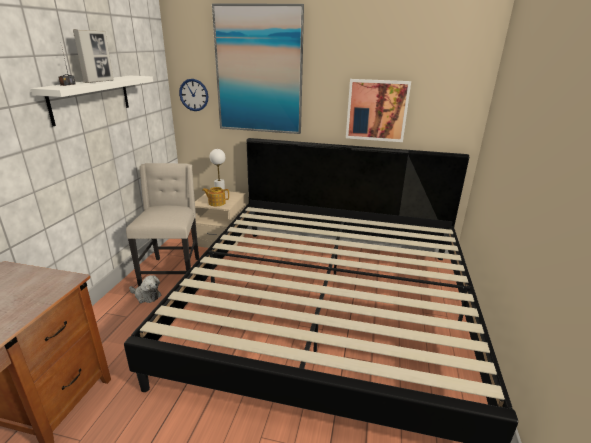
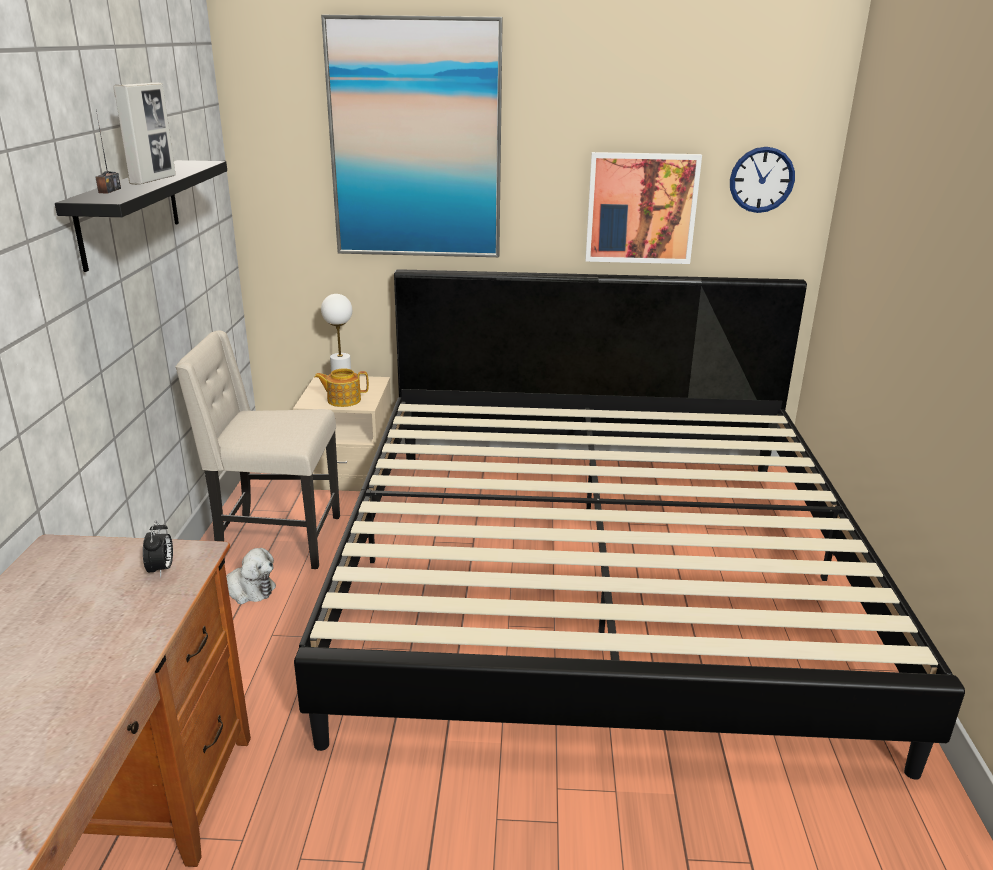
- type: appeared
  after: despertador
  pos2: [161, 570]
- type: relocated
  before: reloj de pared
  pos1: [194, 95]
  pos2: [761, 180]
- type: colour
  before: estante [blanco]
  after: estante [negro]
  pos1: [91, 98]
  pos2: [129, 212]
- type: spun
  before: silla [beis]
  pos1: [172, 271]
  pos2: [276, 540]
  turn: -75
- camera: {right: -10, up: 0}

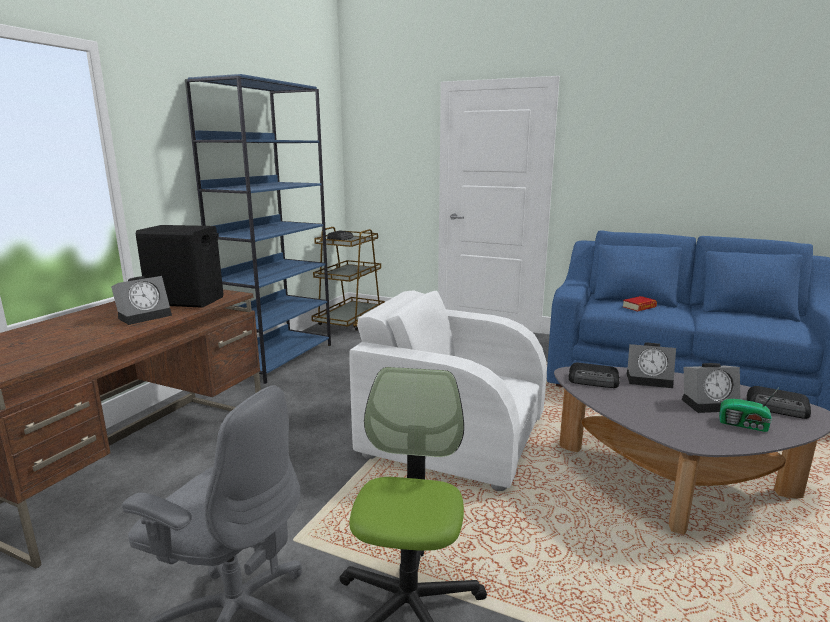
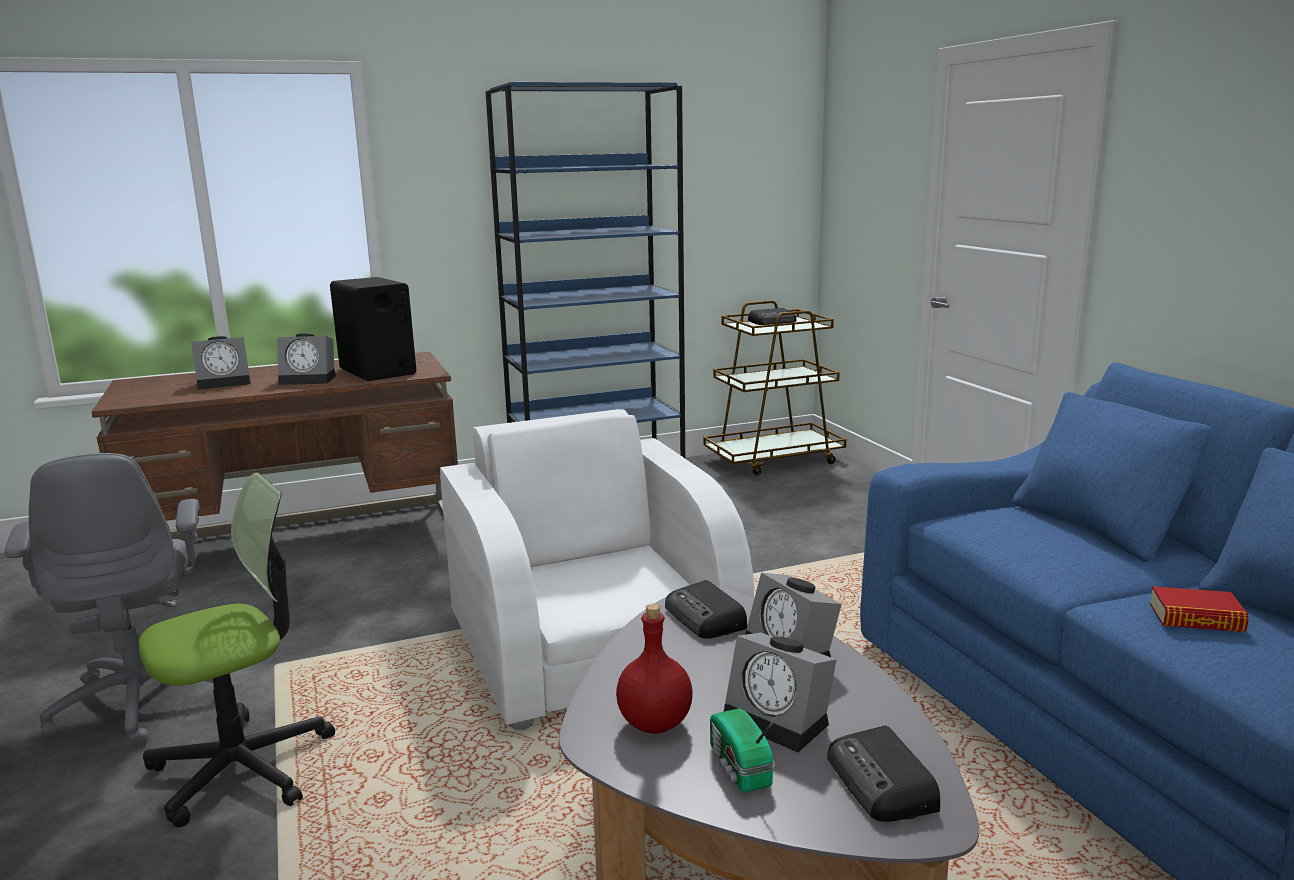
- type: appeared
  after: despertador
  pos2: [226, 382]
- type: appeared
  after: botella [rojo]
  pos2: [656, 723]
- type: relocated
  before: libro
  pos1: [639, 307]
  pos2: [1196, 618]
- camera: {right: 45, up: 0}

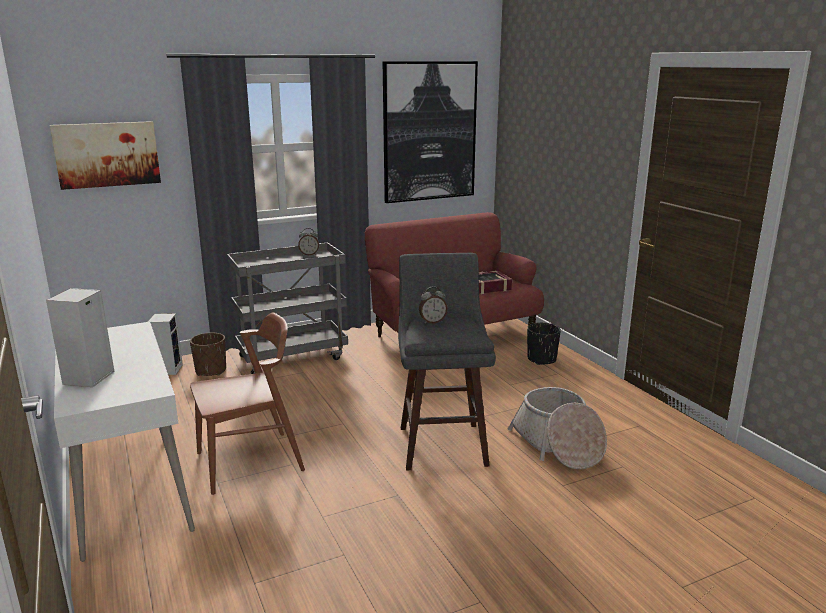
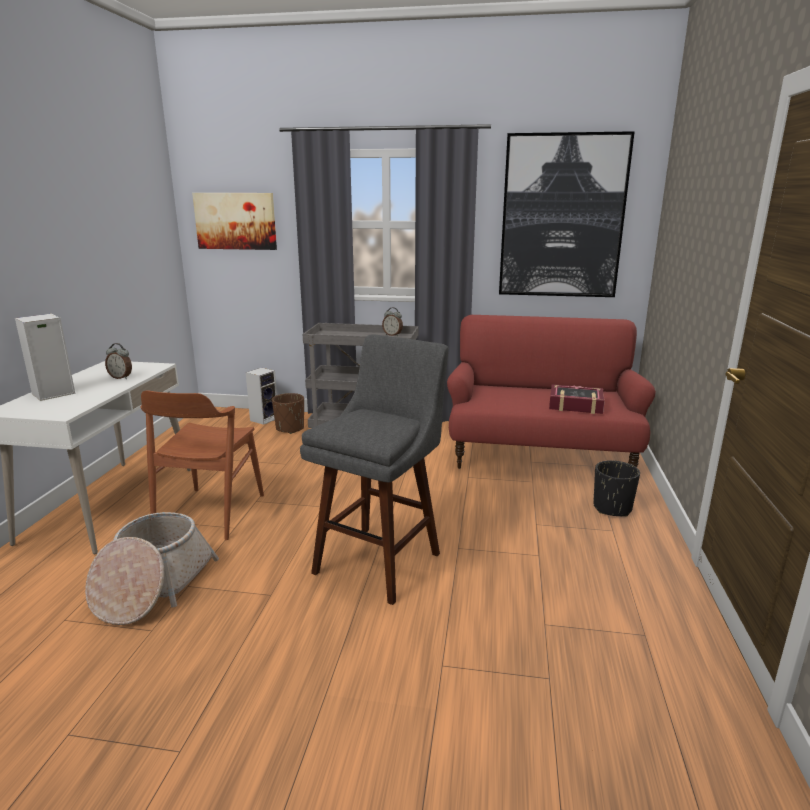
- type: relocated
  before: despertador
  pos1: [432, 322]
  pos2: [121, 377]
- type: relocated
  before: cesta
  pos1: [558, 444]
  pos2: [152, 586]
- type: spun
  before: silla [marrón]
  pos1: [250, 461]
  pos2: [210, 513]
  turn: 90
- camera: {right: 35, up: 0}

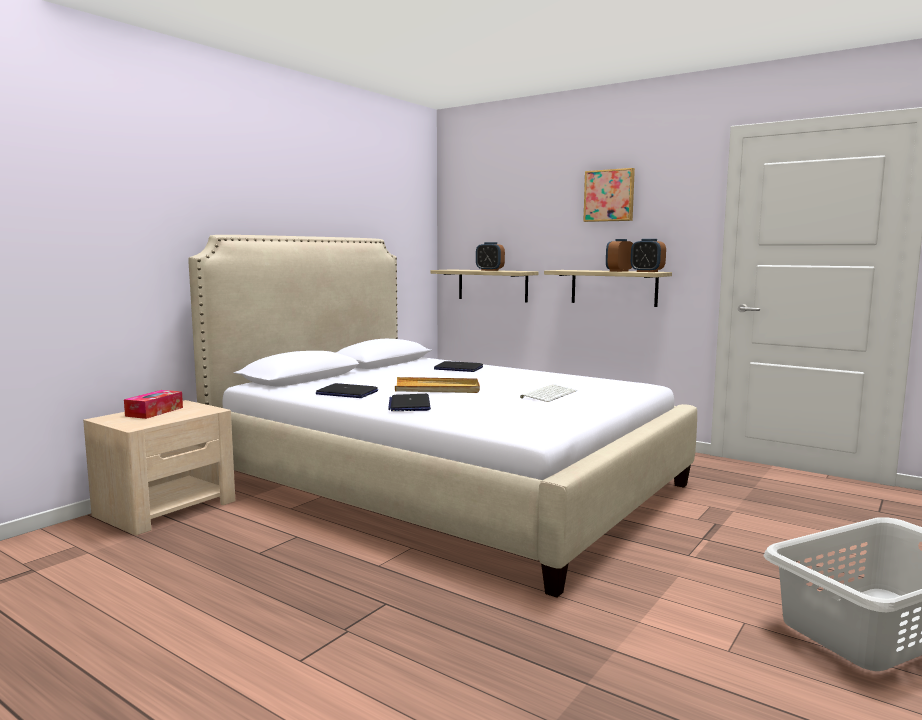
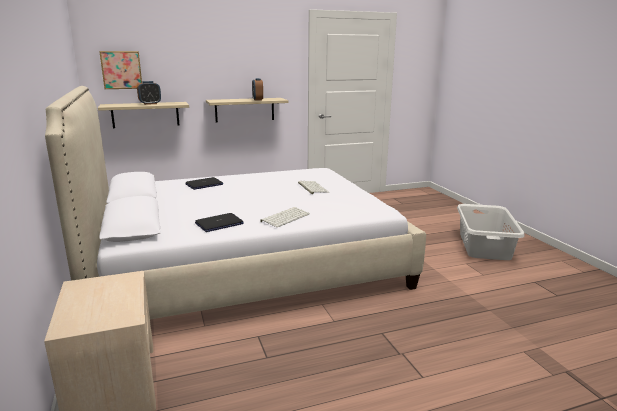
- type: missing
  before: caja de pañuelos
  pos1: [154, 412]
- type: missing
  before: bandeja [beis]
  pos1: [437, 389]
- type: missing
  before: despertador
  pos1: [647, 271]
- type: relocated
  before: cuadro
  pos1: [609, 195]
  pos2: [121, 70]
- type: exchanged
  before: portátil
  after: teclado
  pos1: [409, 404]
  pos2: [285, 217]
- camera: {right: -55, up: 10}

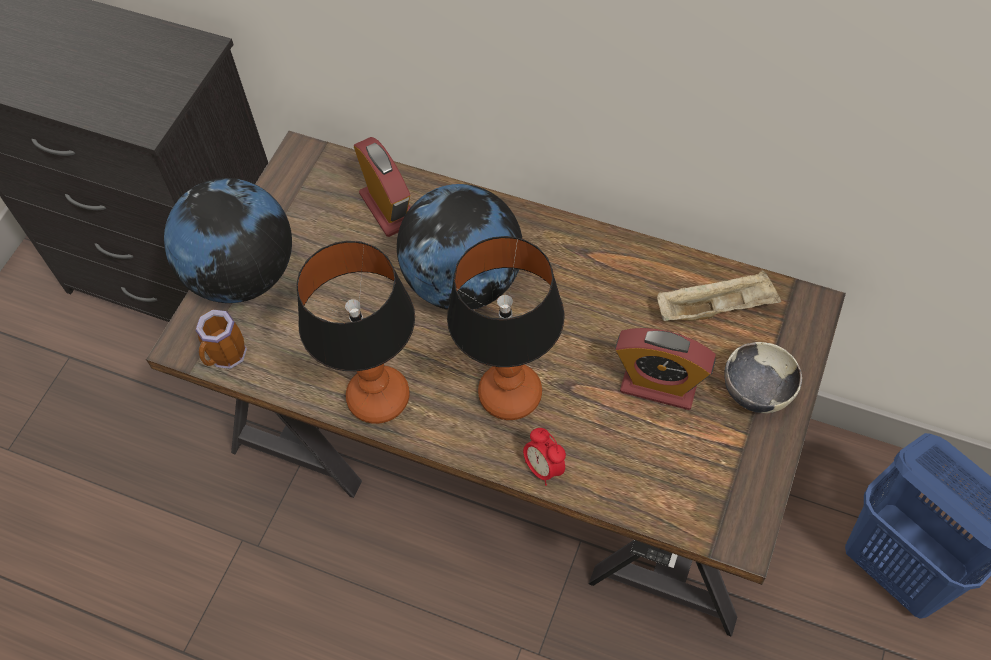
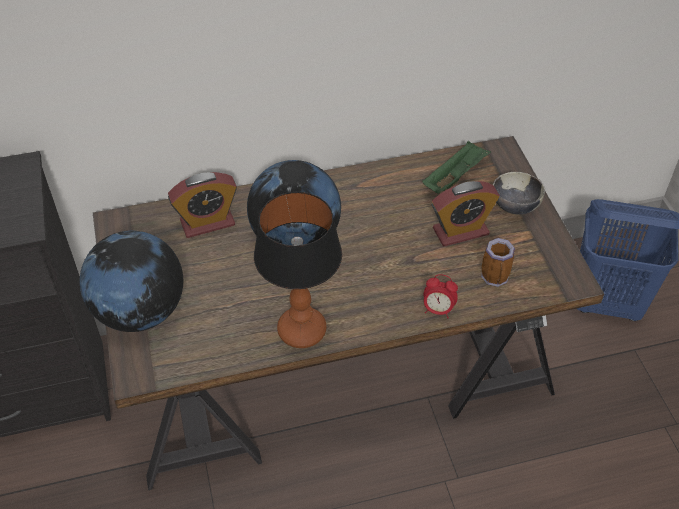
- type: missing
  before: lámpara de mesa
  pos1: [511, 394]
- type: relocated
  before: taza grande
  pos1: [227, 357]
  pos2: [496, 279]
- type: colour
  before: bandeja [beis]
  after: bandeja [verde]
  pos1: [716, 308]
  pos2: [454, 177]
- type: spun
  before: despertador
  pos1: [389, 208]
  pos2: [207, 223]
  turn: 135
- camera: {right: -40, up: -10}

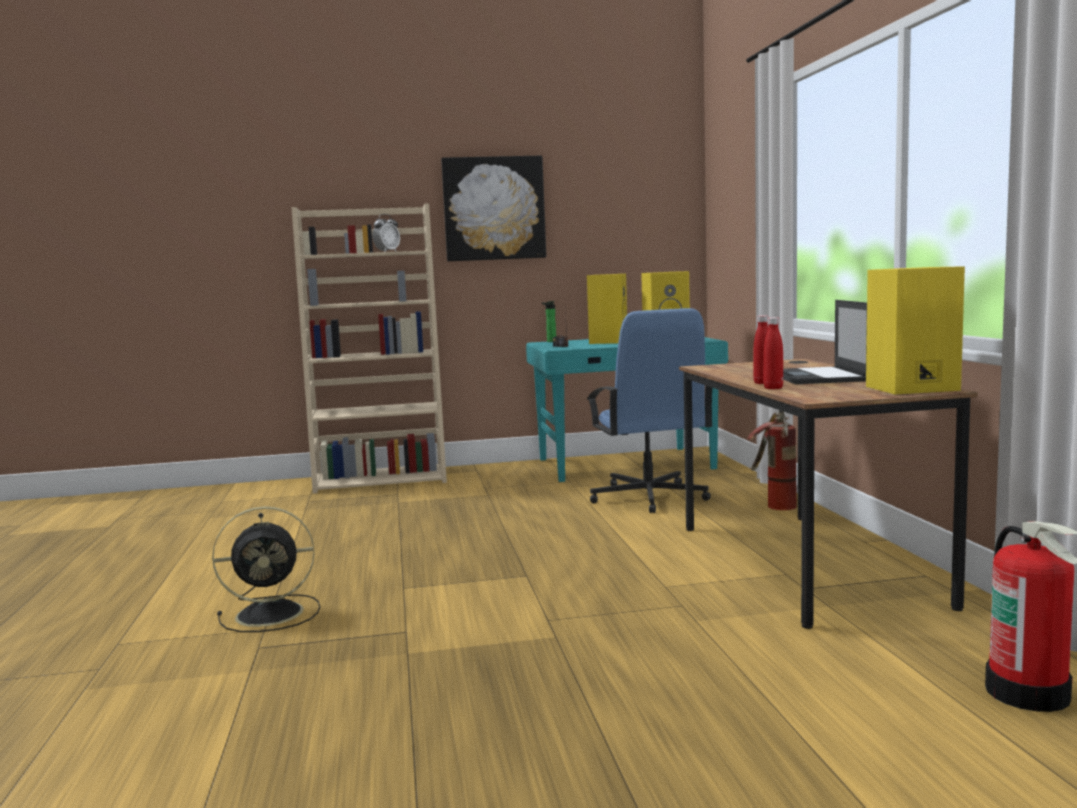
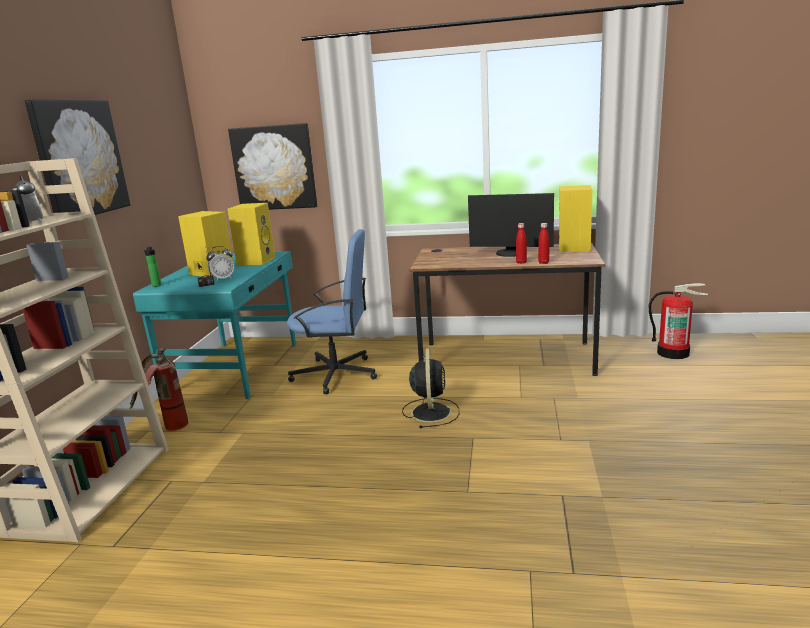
- type: appeared
  after: despertador
  pos2: [223, 279]
- type: appeared
  after: cuadro
  pos2: [274, 167]
- type: relocated
  before: ventilador [negro]
  pos1: [273, 613]
  pos2: [431, 411]
- type: relocated
  before: extintor
  pos1: [773, 504]
  pos2: [167, 426]
- type: exchanged
  before: portátil
  after: monitor
  pos1: [818, 377]
  pos2: [511, 253]
- camera: {right: -70, up: 10}

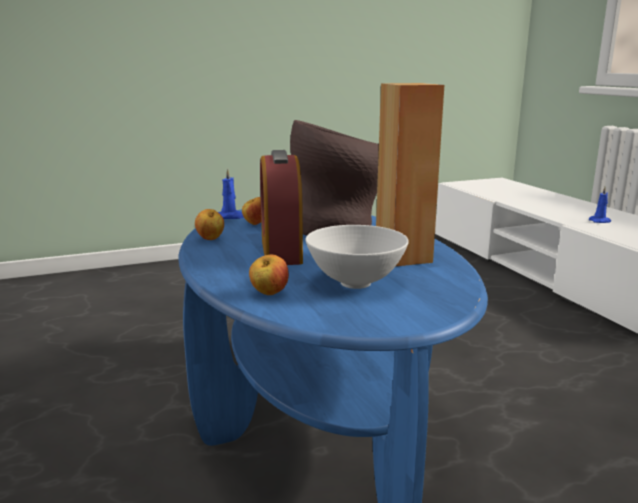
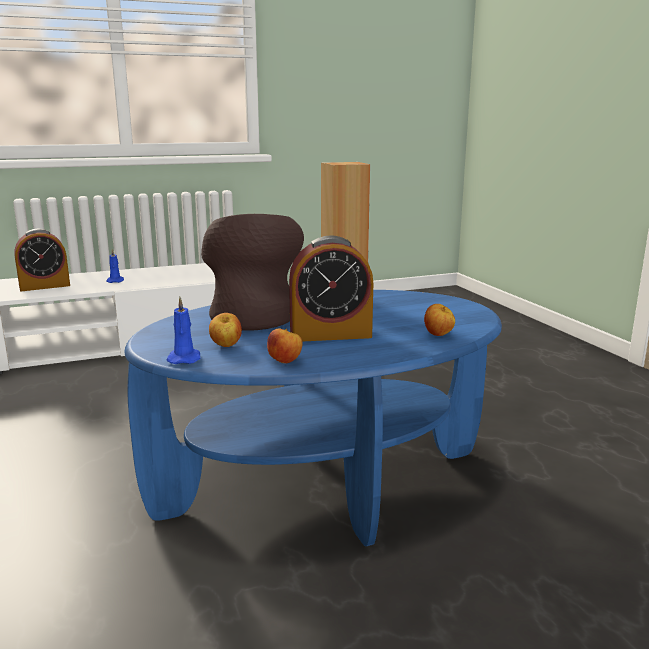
- type: missing
  before: cuenco [blanco]
  pos1: [355, 283]
- type: appeared
  after: despertador
  pos2: [44, 286]
- camera: {right: -90, up: 0}

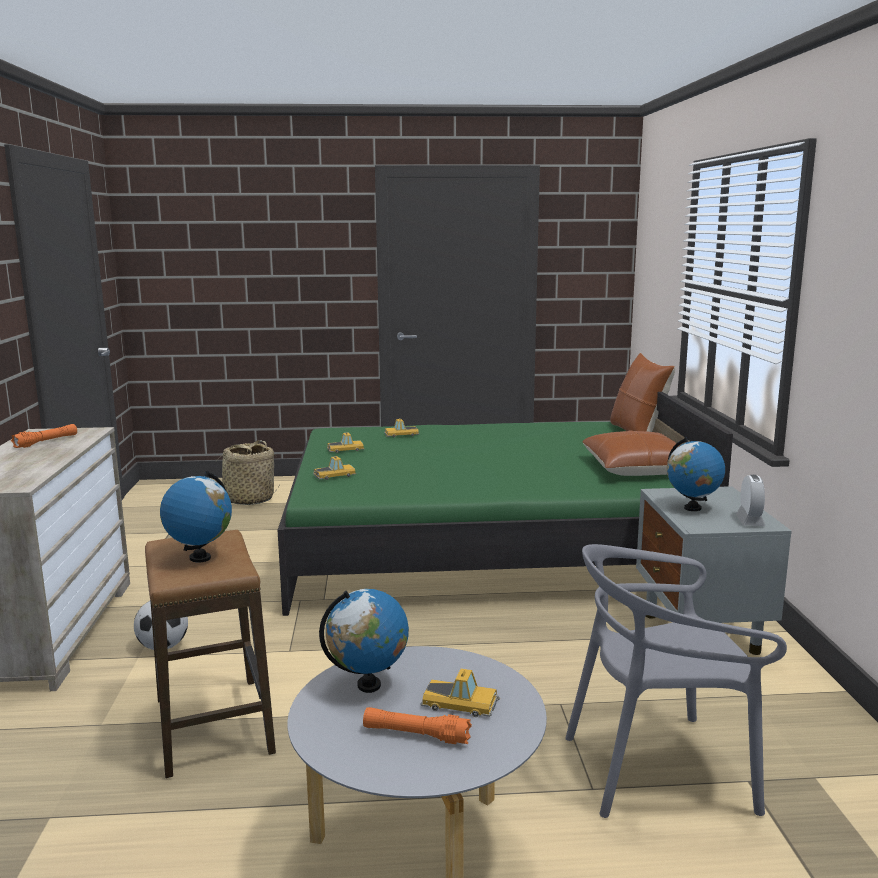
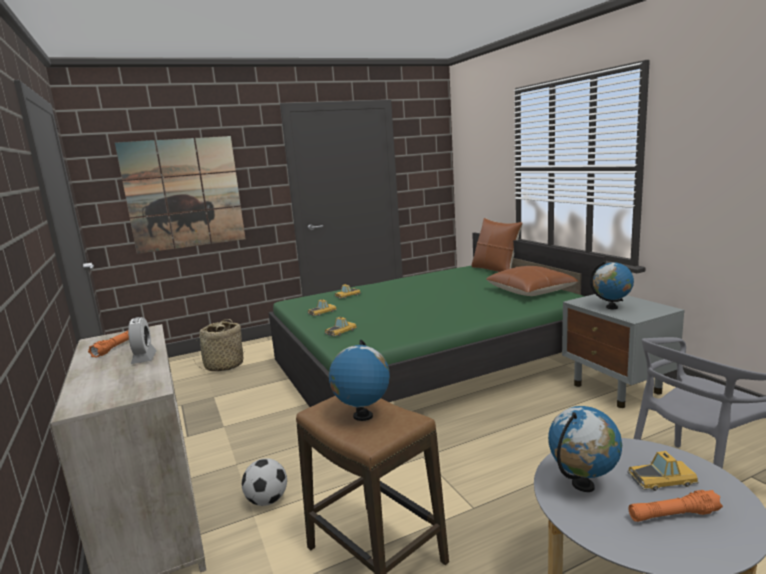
- type: appeared
  after: cuadro
  pos2: [184, 193]
- type: relocated
  before: despertador
  pos1: [750, 521]
  pos2: [144, 358]
- camera: {right: -20, up: 0}

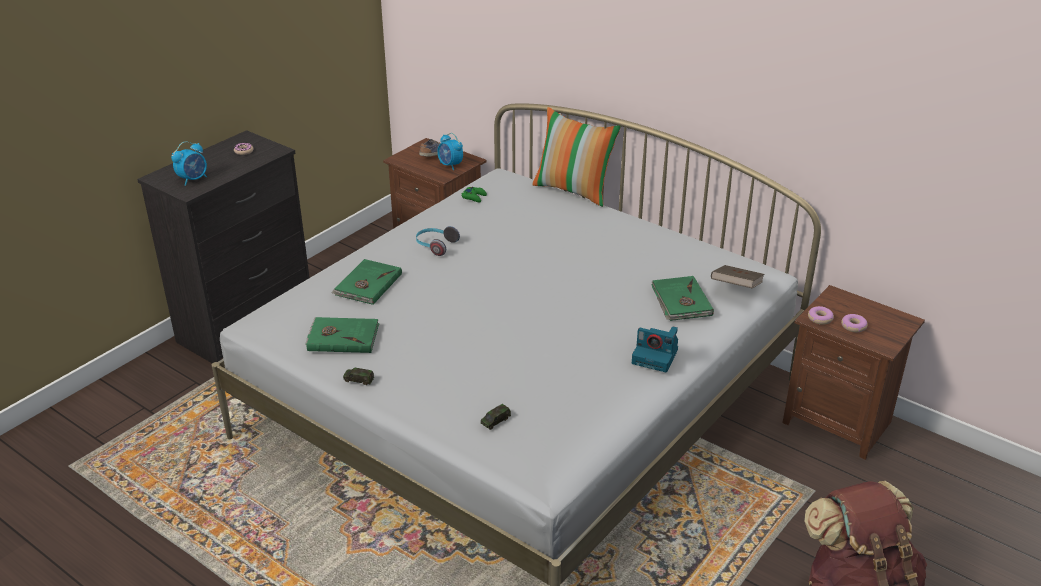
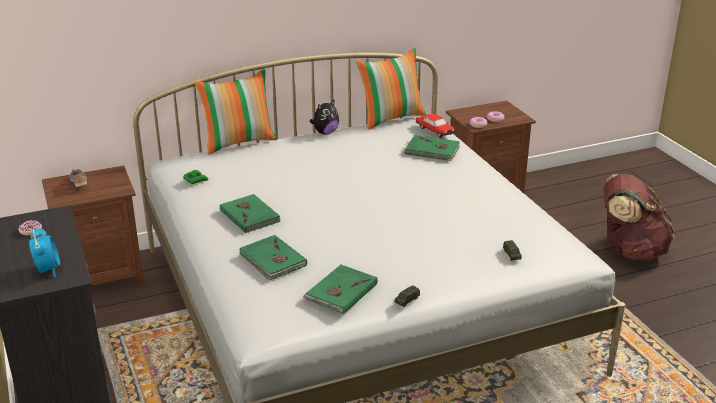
- type: missing
  before: despertador
  pos1: [450, 165]
- type: missing
  before: cámara
  pos1: [656, 356]
- type: appeared
  after: peluche
  pos2: [325, 132]
- type: appeared
  after: cojín
  pos2: [391, 118]
- type: exchanged
  before: auriculares
  after: libro [verde]
  pos1: [435, 246]
  pos2: [250, 215]
- type: exchanged
  before: libro [marrón]
  after: coche de juguete
  pos1: [736, 288]
  pos2: [434, 131]
- camera: {right: -60, up: -5}

